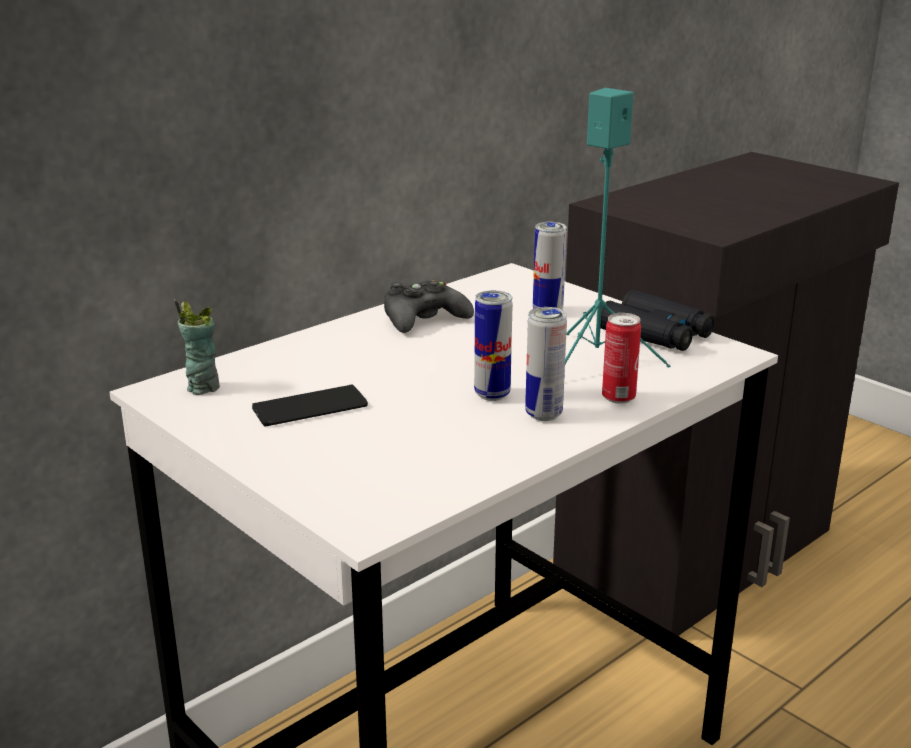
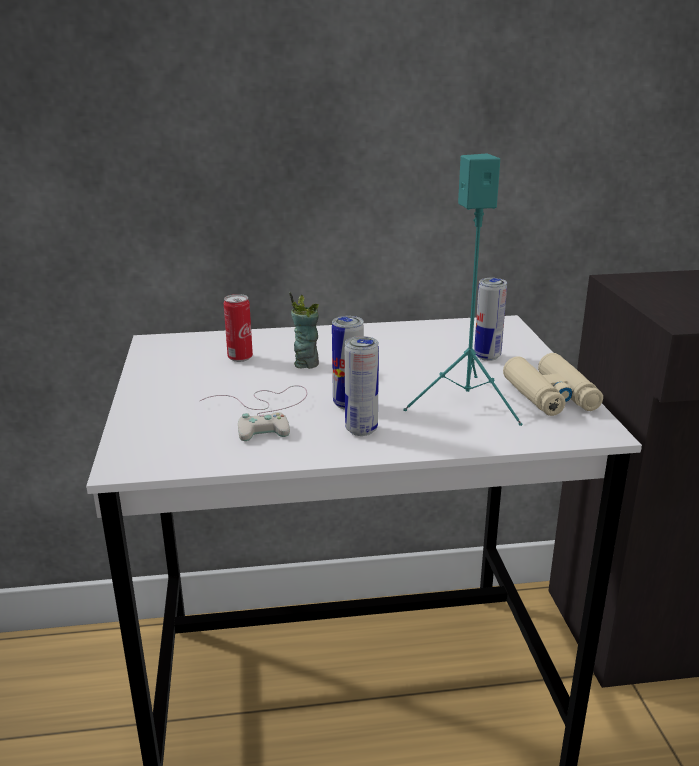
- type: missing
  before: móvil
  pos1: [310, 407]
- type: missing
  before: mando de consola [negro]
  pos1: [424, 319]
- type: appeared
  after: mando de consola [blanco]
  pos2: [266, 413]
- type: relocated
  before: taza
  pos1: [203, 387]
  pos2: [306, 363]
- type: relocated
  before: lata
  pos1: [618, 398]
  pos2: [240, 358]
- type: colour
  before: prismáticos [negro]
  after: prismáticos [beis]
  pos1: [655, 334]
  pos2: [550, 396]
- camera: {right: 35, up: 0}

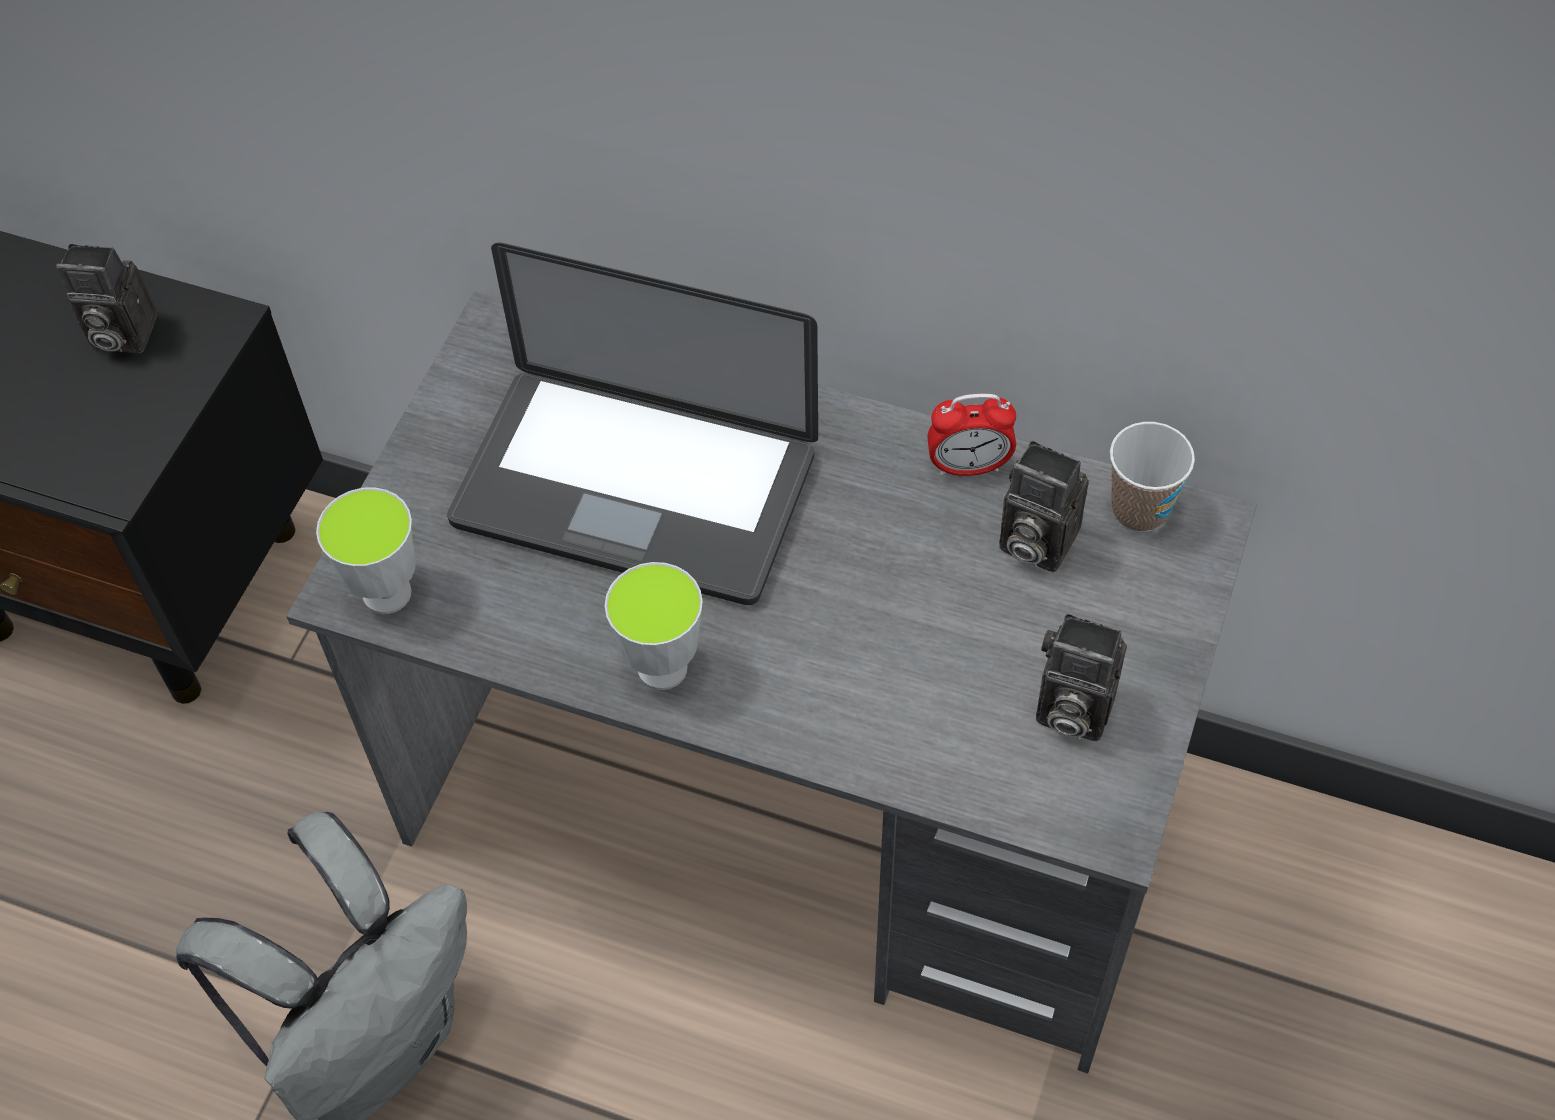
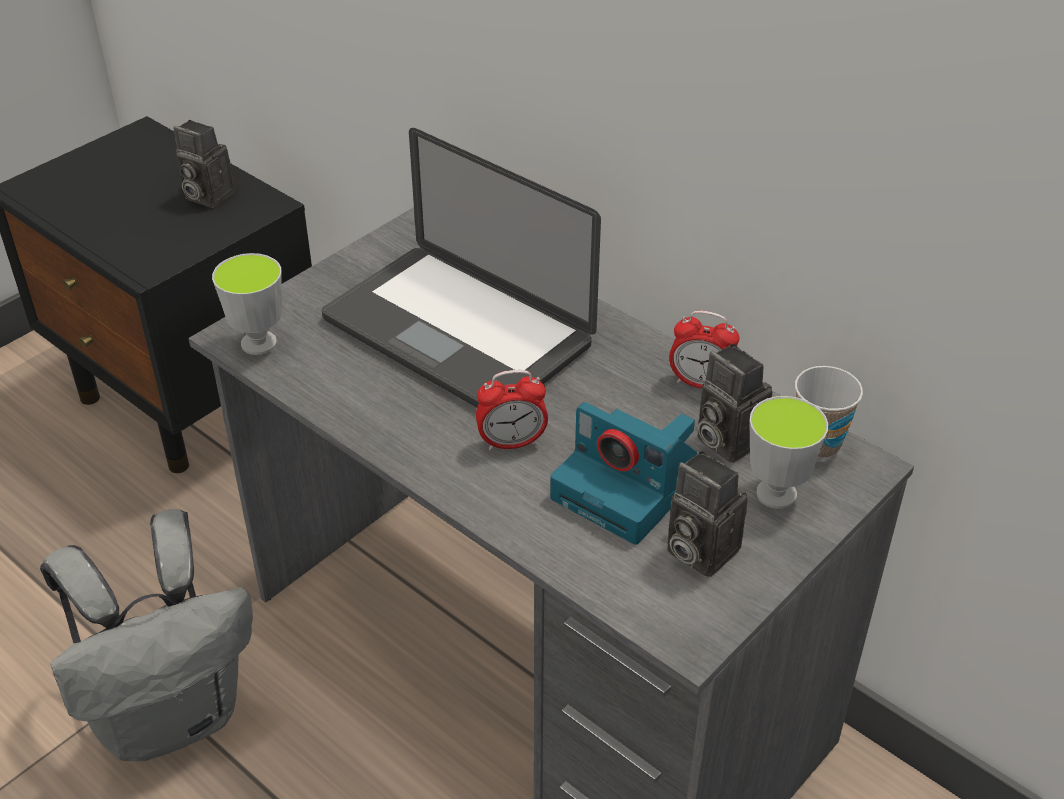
- type: appeared
  after: despertador
  pos2: [512, 443]
- type: appeared
  after: cámara
  pos2: [628, 489]
- type: relocated
  before: taza
  pos1: [662, 668]
  pos2: [776, 494]
- camera: {right: 20, up: -15}

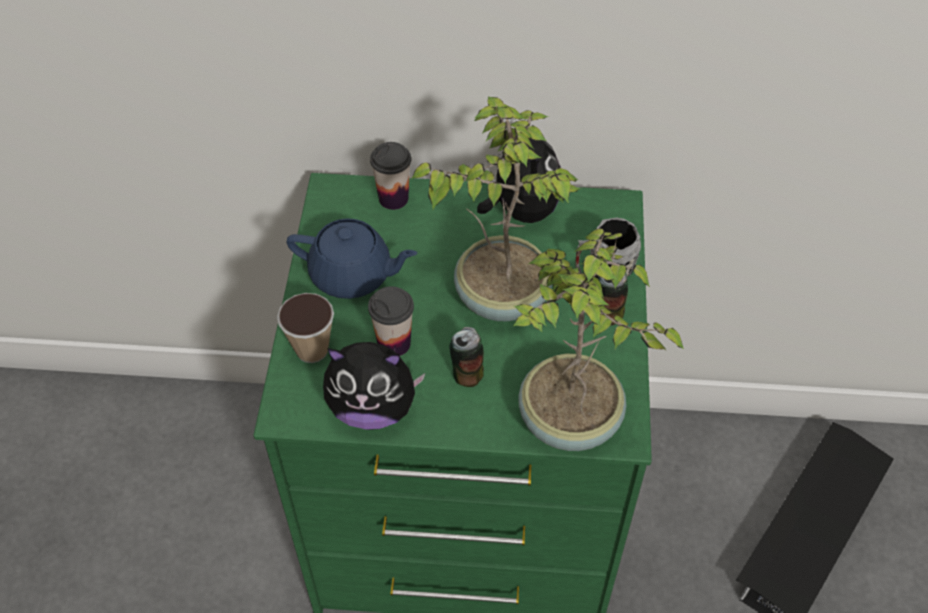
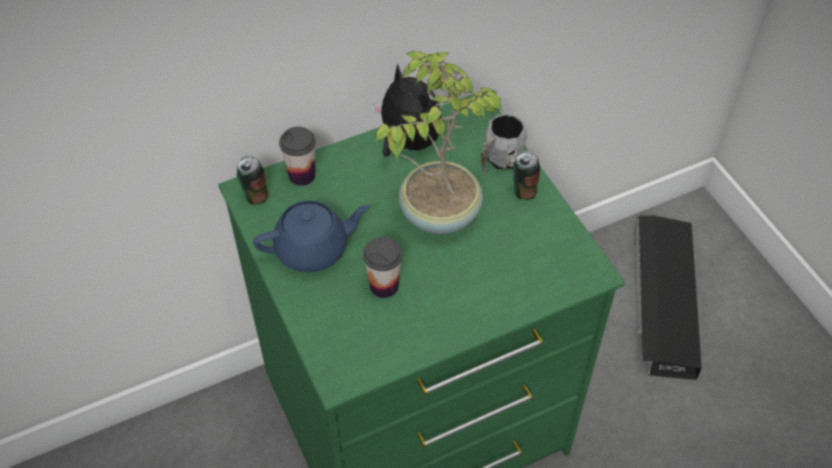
- type: missing
  before: taza
  pos1: [312, 350]
- type: missing
  before: peluche
  pos1: [373, 408]
- type: missing
  before: planta en maceta
  pos1: [569, 422]
- type: relocated
  before: lata
  pos1: [467, 373]
  pos2: [255, 195]
- camera: {right: -30, up: 0}

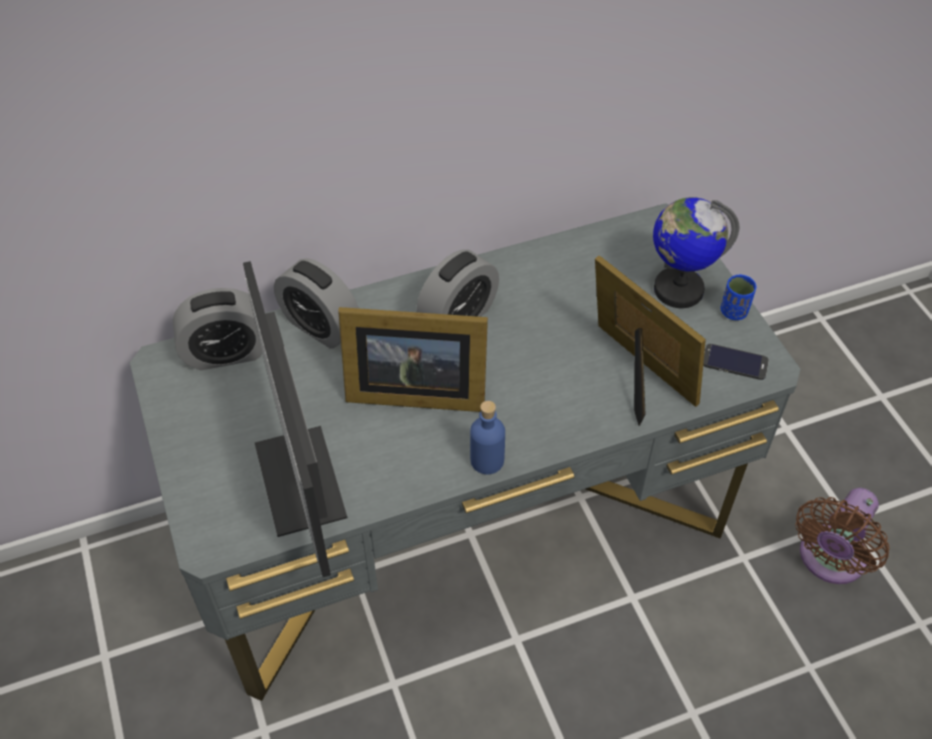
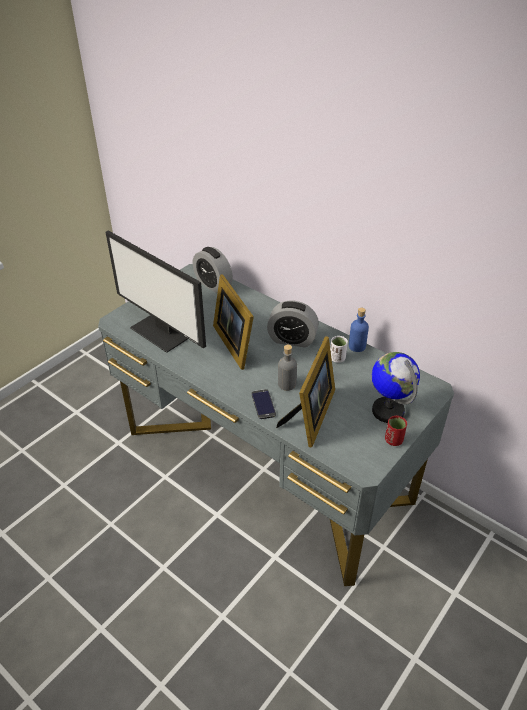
- type: missing
  before: despertador
  pos1: [320, 326]
- type: missing
  before: ventilador [marrón]
  pos1: [829, 560]
- type: appeared
  after: botella [gris]
  pos2: [287, 384]
- type: appeared
  after: taza [blanco]
  pos2: [337, 358]
- type: relocated
  before: botella [azul]
  pos1: [487, 460]
  pos2: [357, 346]
- type: relocated
  before: móvil
  pos1: [735, 362]
  pos2: [263, 404]
- type: colour
  before: taza [azul]
  after: taza [rojo]
  pos1: [733, 312]
  pos2: [393, 440]
- type: spun
  before: monitor
  pos1: [303, 480]
  pos2: [162, 331]
  turn: -90
- camera: {right: 60, up: -10}

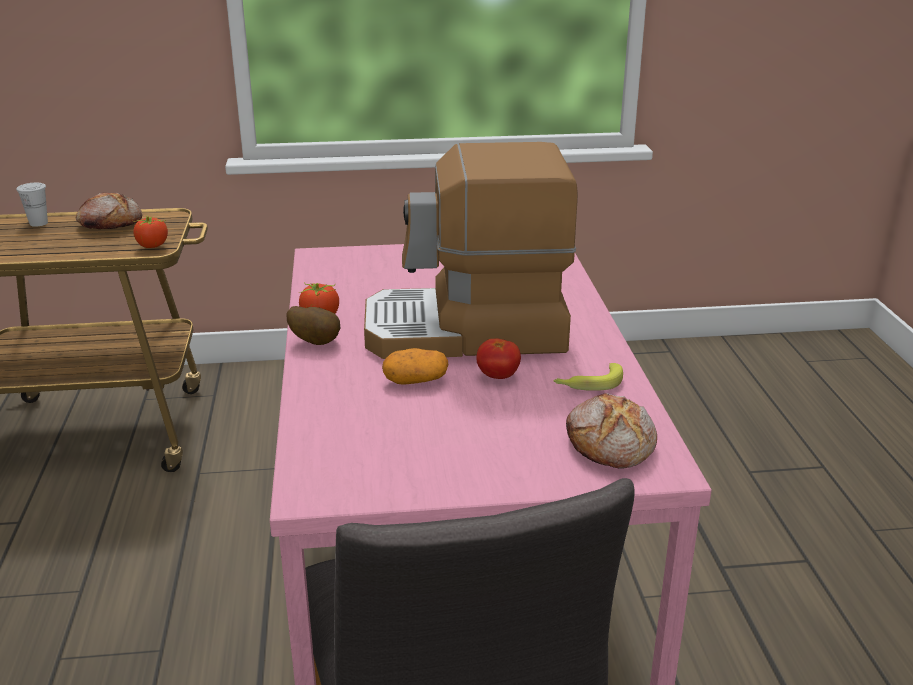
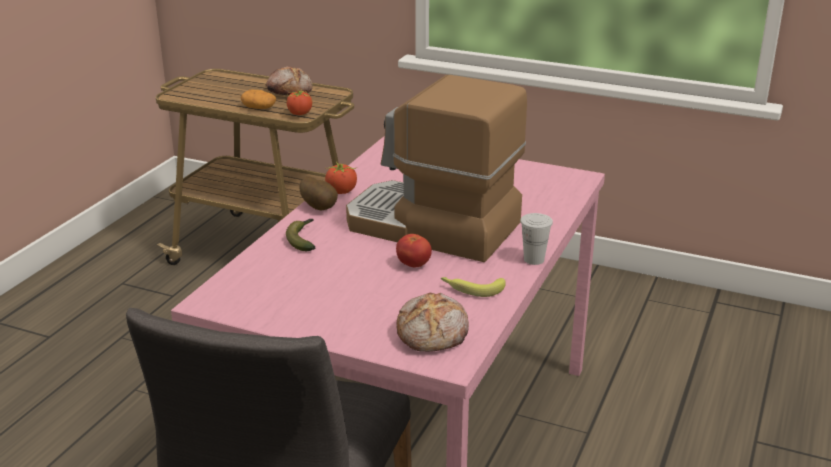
- type: appeared
  after: plátano
  pos2: [303, 239]
- type: relocated
  before: taza [blanco]
  pos1: [38, 223]
  pos2: [534, 259]
- type: relocated
  before: patata
  pos1: [415, 381]
  pos2: [258, 108]
- camera: {right: 30, up: 0}

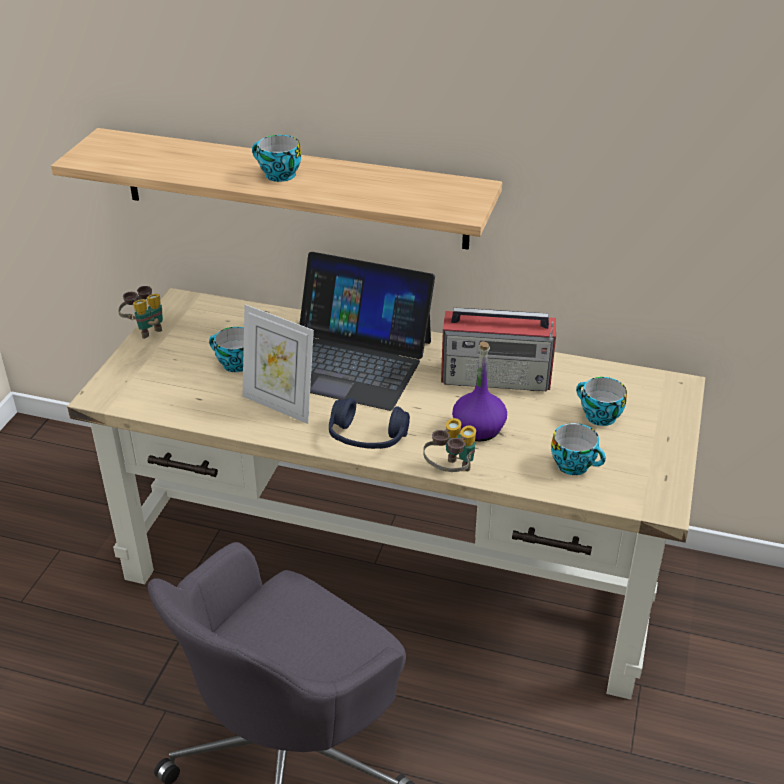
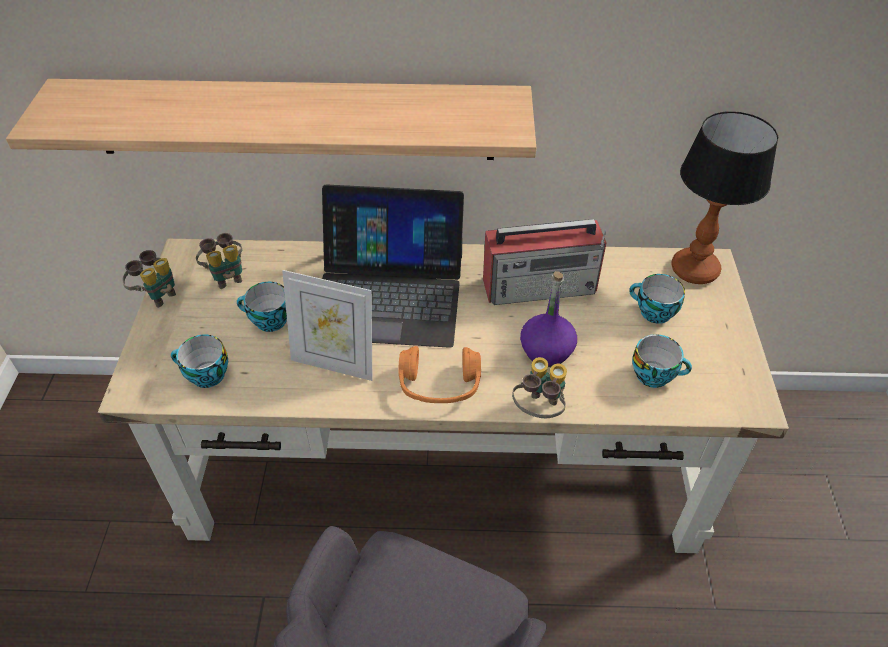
- type: appeared
  after: prismáticos
  pos2: [226, 276]
- type: appeared
  after: lámpara de mesa
  pos2: [695, 270]
- type: relocated
  before: taza
  pos1: [277, 175]
  pos2: [205, 376]
- type: colour
  before: auriculares [azul]
  after: auriculares [naranja]
  pos1: [367, 437]
  pos2: [439, 385]
- camera: {right: -15, up: 10}

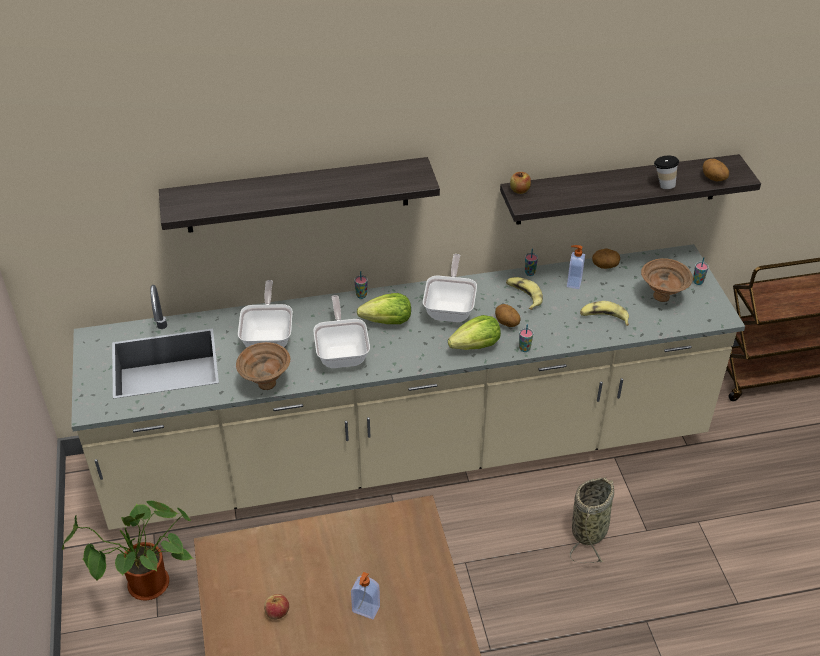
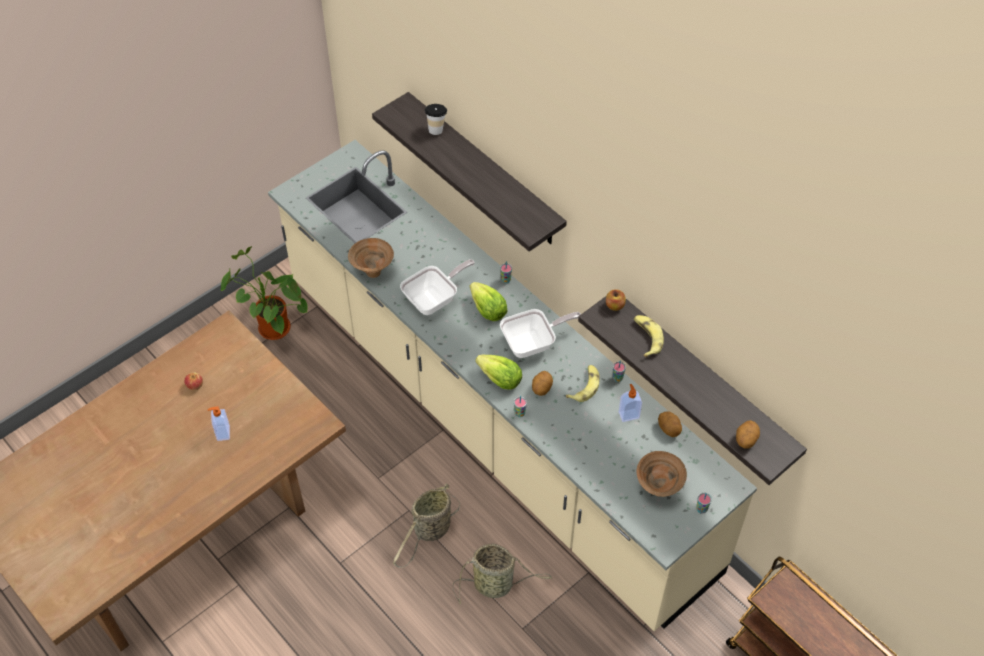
- type: missing
  before: sartén
  pos1: [269, 336]
- type: appeared
  after: cesta
  pos2: [430, 531]
- type: relocated
  before: plátano
  pos1: [603, 317]
  pos2: [646, 337]
- type: relocated
  before: taza
  pos1: [662, 185]
  pos2: [436, 129]
- camera: {right: 60, up: 10}

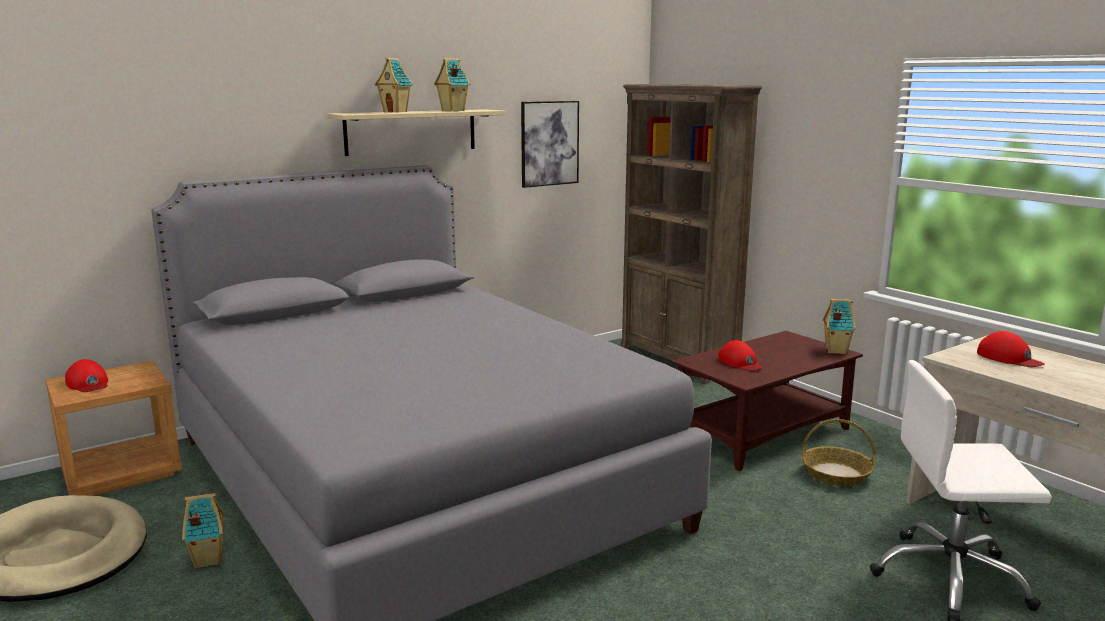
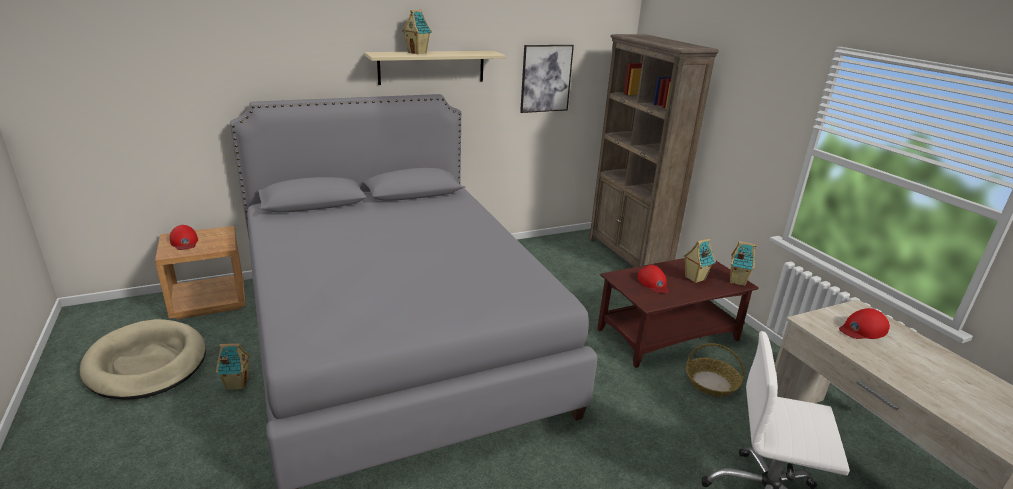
- type: relocated
  before: casita
  pos1: [452, 111]
  pos2: [694, 278]
- type: spun
  before: gorra [rojo]
  pos1: [1009, 358]
  pos2: [862, 329]
  turn: 90
- camera: {right: 10, up: 10}

